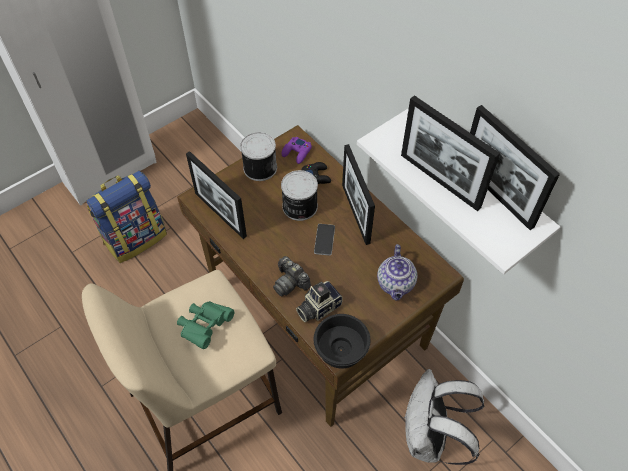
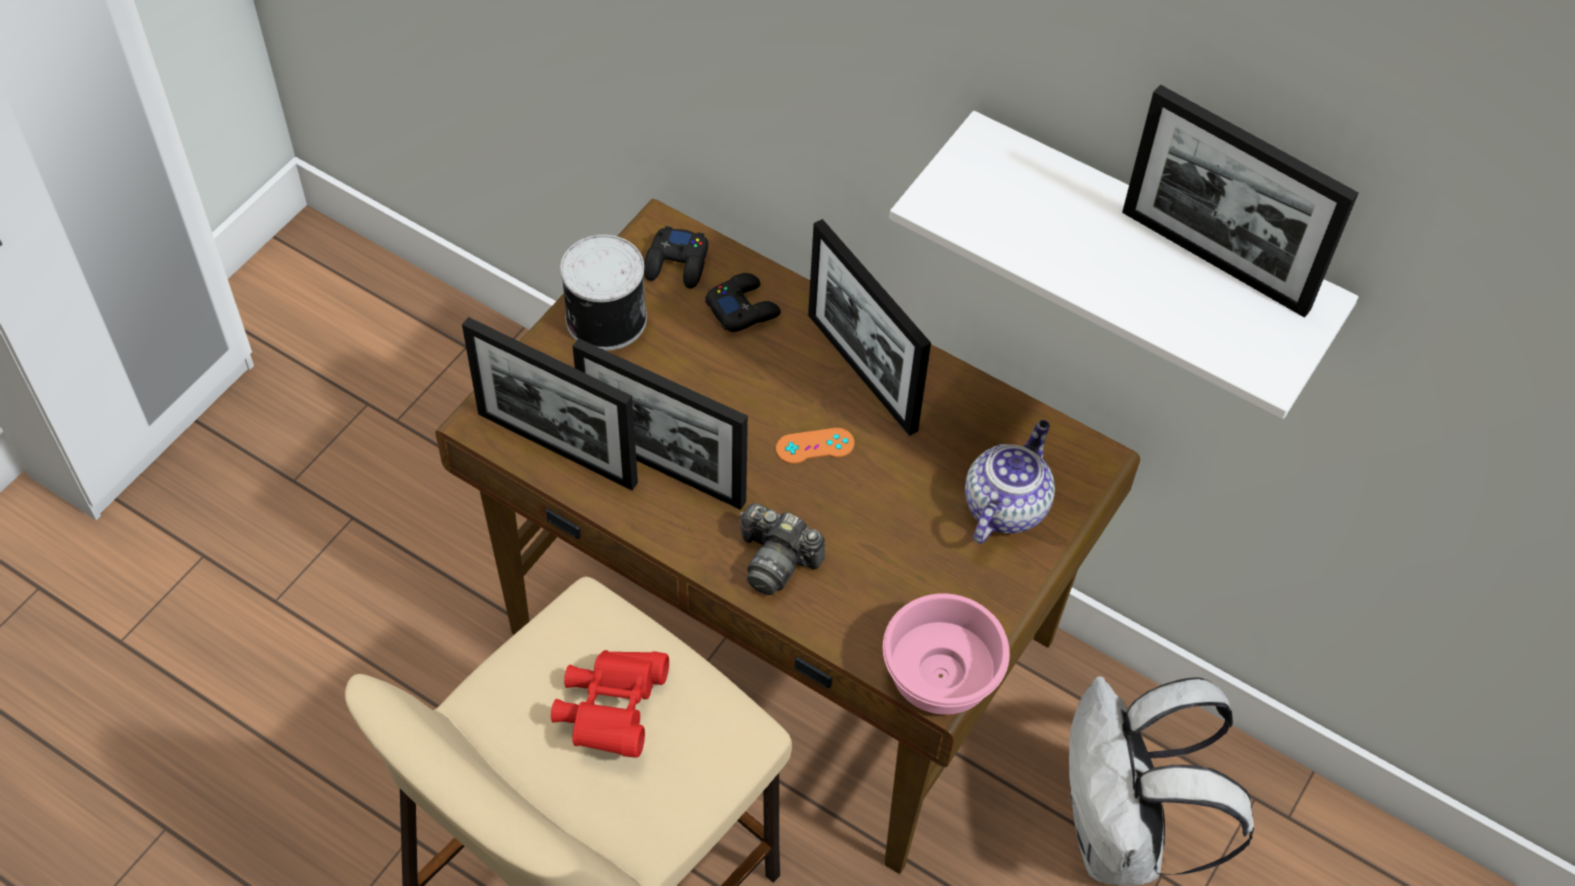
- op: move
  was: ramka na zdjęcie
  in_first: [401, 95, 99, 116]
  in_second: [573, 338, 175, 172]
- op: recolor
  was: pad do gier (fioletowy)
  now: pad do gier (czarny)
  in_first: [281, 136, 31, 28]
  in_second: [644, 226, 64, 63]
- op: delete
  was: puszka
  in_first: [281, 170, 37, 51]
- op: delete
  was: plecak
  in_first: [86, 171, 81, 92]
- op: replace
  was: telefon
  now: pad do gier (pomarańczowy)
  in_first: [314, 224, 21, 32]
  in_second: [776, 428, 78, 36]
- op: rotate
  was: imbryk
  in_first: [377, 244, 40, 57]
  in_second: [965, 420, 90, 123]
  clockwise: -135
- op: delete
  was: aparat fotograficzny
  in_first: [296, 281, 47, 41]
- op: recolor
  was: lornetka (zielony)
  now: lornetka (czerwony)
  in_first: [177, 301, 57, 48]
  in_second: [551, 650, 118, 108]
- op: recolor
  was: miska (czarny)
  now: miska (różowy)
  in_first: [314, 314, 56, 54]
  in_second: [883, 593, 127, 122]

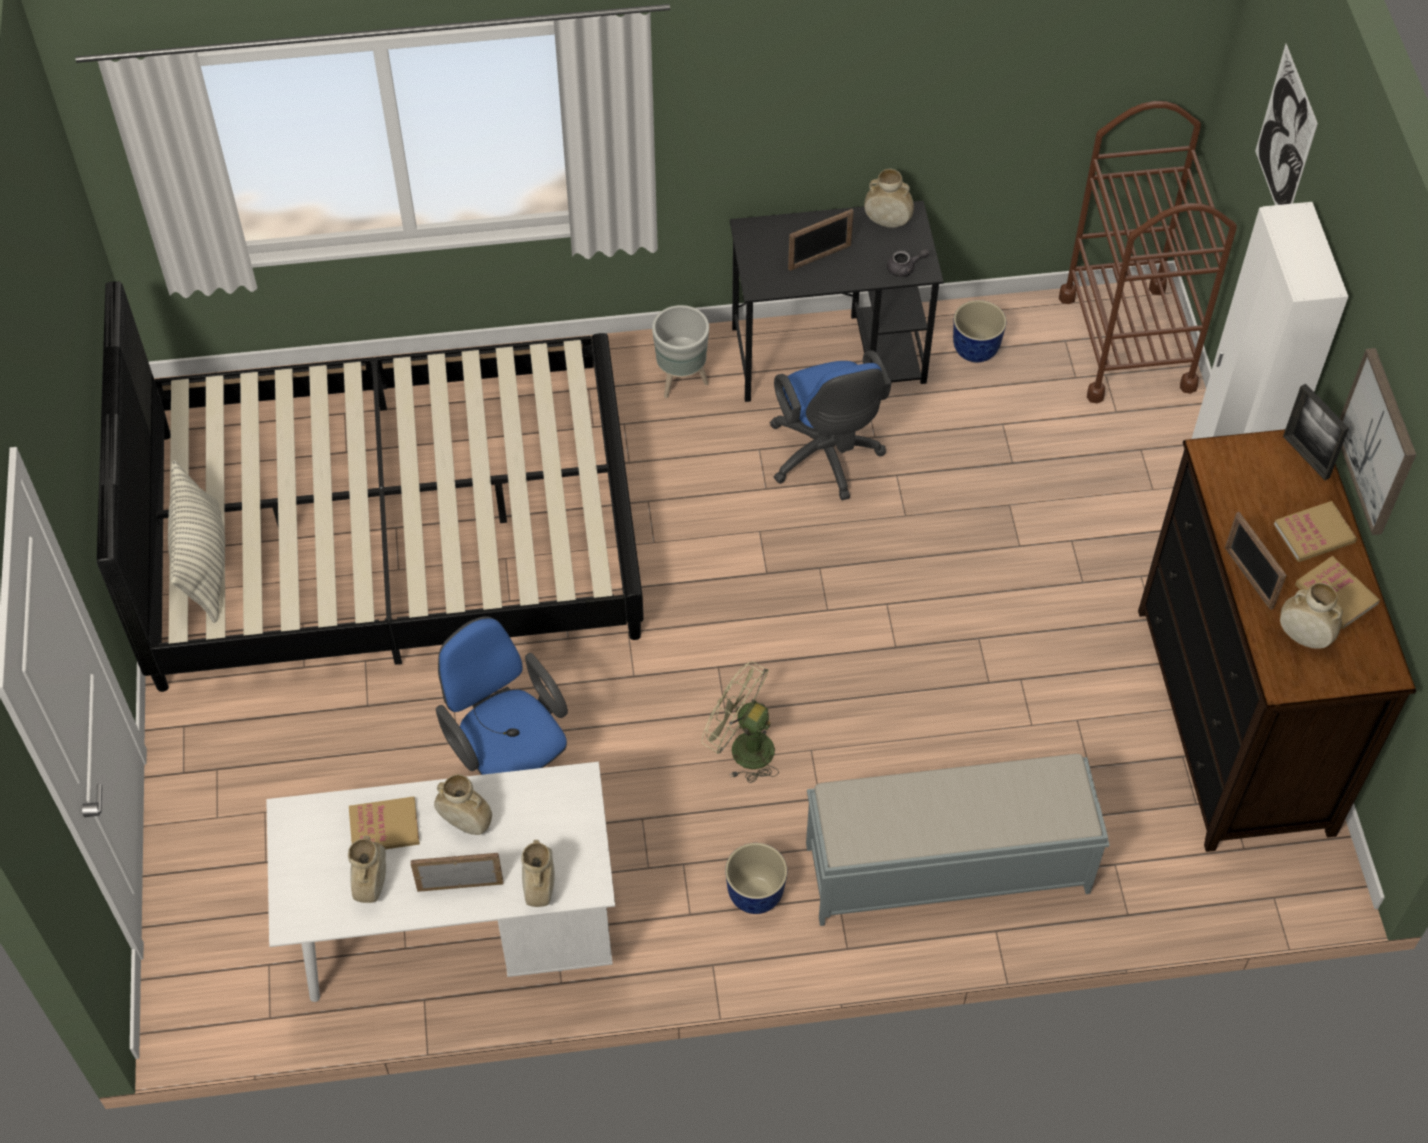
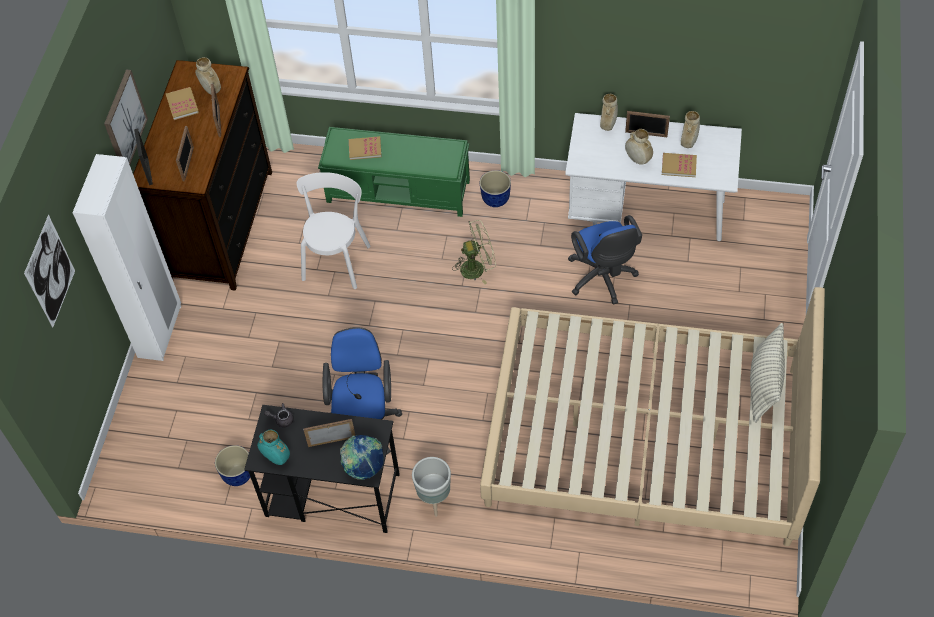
- op: delete
  was: wózek (brązowy)
  in_first: [1059, 101, 178, 302]
- op: recolor
  was: wazon (beżowy)
  now: wazon (turkusowy)
  in_first: [864, 169, 50, 59]
  in_second: [257, 430, 33, 35]
- op: recolor
  was: łóżko (czarny)
  now: łóżko (beżowy)
  in_first: [97, 281, 547, 411]
  in_second: [480, 287, 345, 259]
- op: move
  was: książka
  in_first: [1274, 501, 83, 61]
  in_second: [349, 136, 33, 24]
- op: rotate
  was: wentylator (zielony)
  in_first: [701, 661, 78, 122]
  in_second: [452, 220, 44, 64]
  clockwise: -60
- op: recolor
  was: ławka (szary)
  now: ławka (zielony)
  in_first: [806, 754, 303, 172]
  in_second: [318, 127, 152, 90]
- op: insert
  now: ramka na zdjęcie
  in_second: [176, 126, 18, 55]
- op: insert
  now: krzesło (biały)
  in_second: [297, 172, 74, 117]
- op: insert
  now: globus
  in_second: [340, 435, 44, 45]

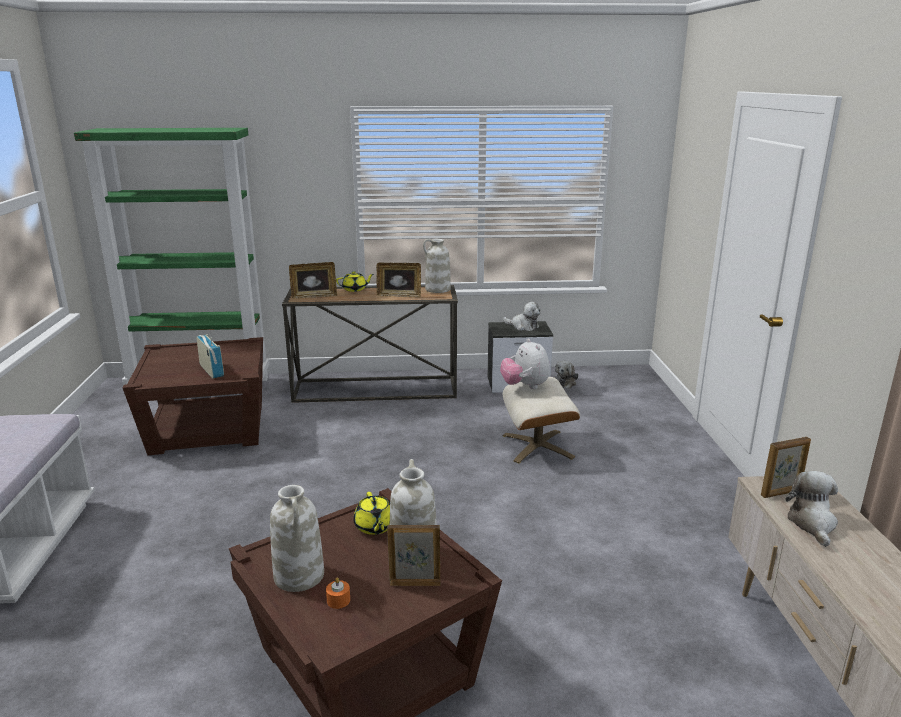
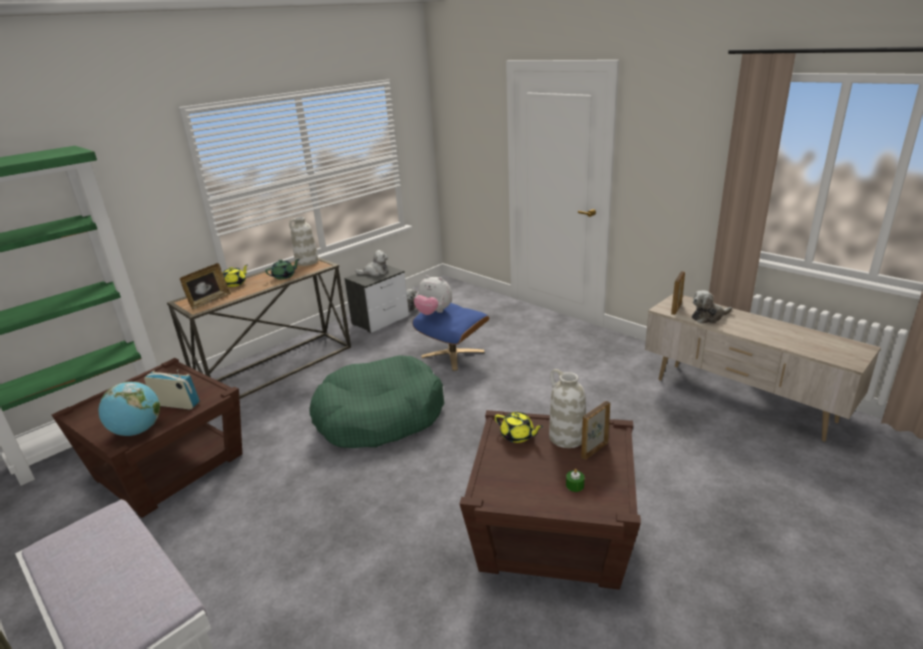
- op: replace
  was: ramka na zdjęcie
  now: imbryk (zielony)
  in_first: [376, 263, 45, 35]
  in_second: [265, 259, 34, 20]
- op: recolor
  was: pufa (beżowy)
  now: pufa (niebieski)
  in_first: [503, 377, 77, 86]
  in_second: [412, 303, 77, 68]
- op: rotate
  was: pluszak
  in_first: [786, 471, 52, 76]
  in_second: [692, 290, 40, 33]
  clockwise: -75
- op: delete
  was: wazon (biały)
  in_first: [270, 485, 54, 107]
- op: recolor
  was: świeca (pomarańczowy)
  now: świeca (zielony)
  in_first: [326, 577, 24, 32]
  in_second: [566, 469, 19, 23]
- op: insert
  now: legowisko (zielony)
  in_second: [309, 355, 135, 93]
- op: insert
  now: globus
  in_second: [98, 382, 62, 54]

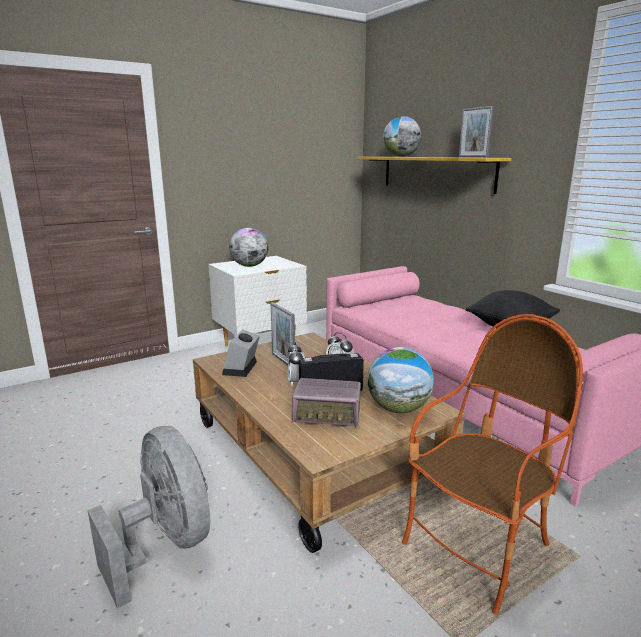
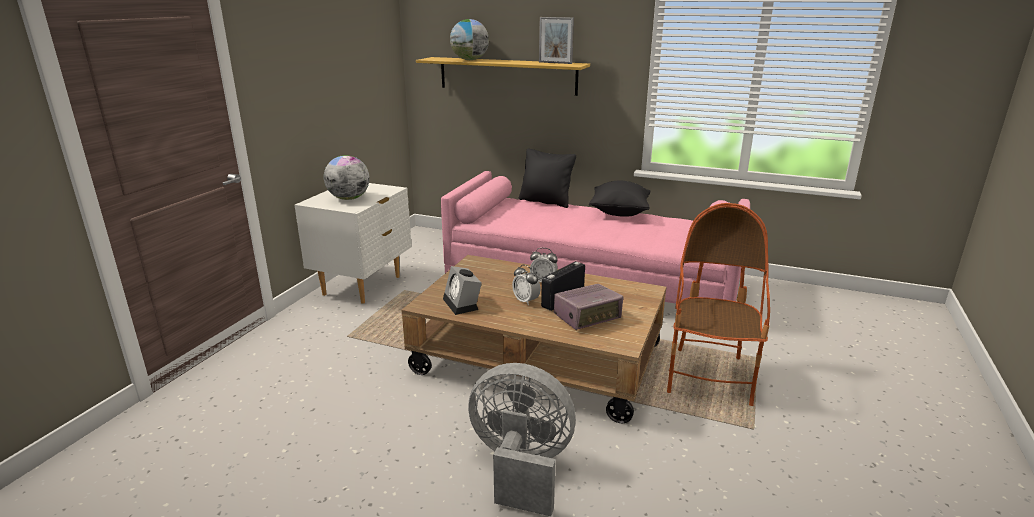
- op: delete
  was: ramka na zdjęcie
  in_first: [271, 302, 24, 63]
- op: delete
  was: globus
  in_first: [367, 347, 67, 66]
- op: insert
  now: poduszka (czarny)
  in_second: [519, 148, 57, 60]

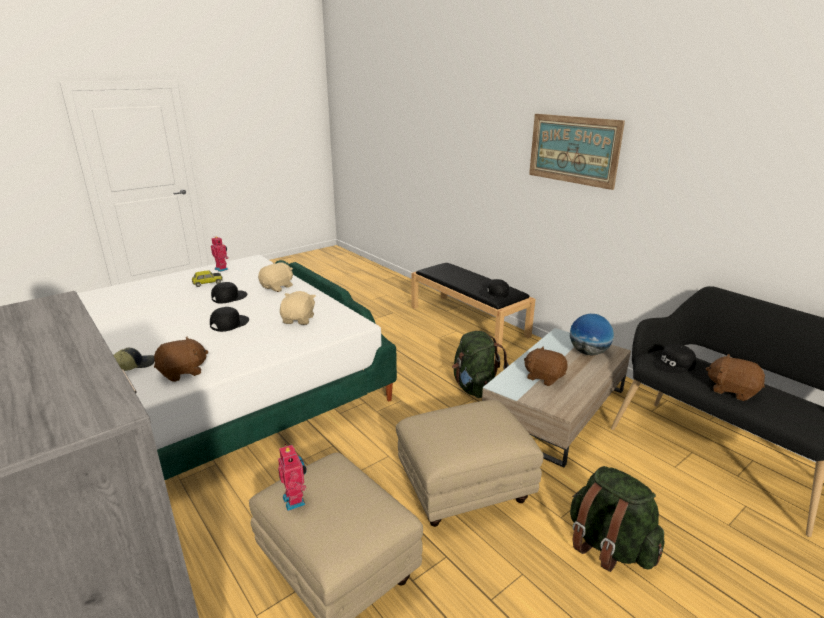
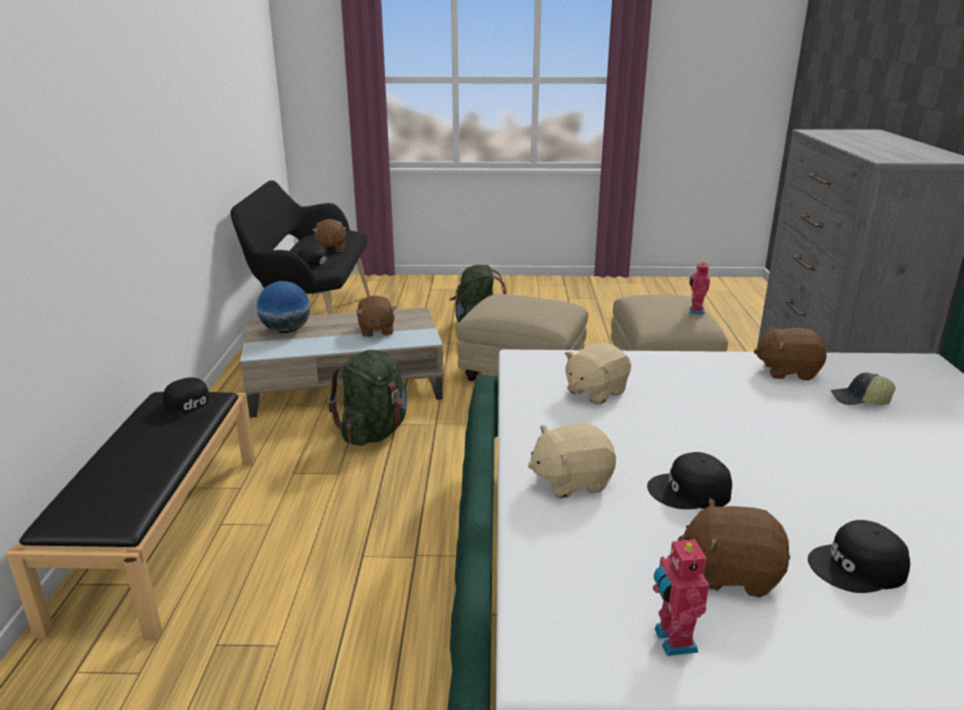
- op: delete
  was: obraz
  in_first: [529, 114, 96, 76]
- op: replace
  was: samochodzik
  now: pluszak (brązowy)
  in_first: [192, 270, 31, 17]
  in_second: [678, 498, 112, 100]
- op: move
  was: czapka z daszkiem (czarny)
  in_first: [210, 307, 39, 25]
  in_second: [808, 520, 102, 73]

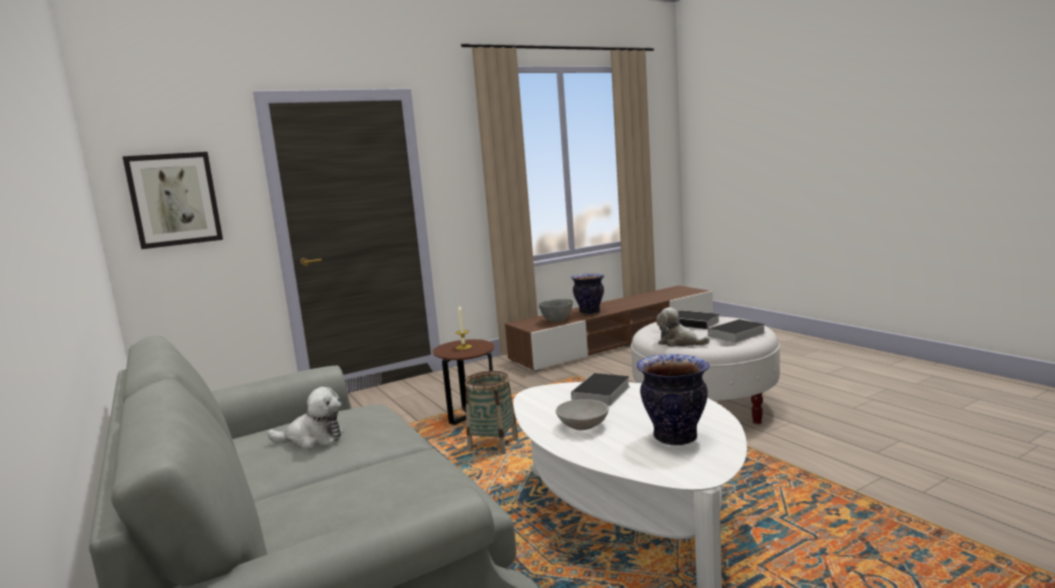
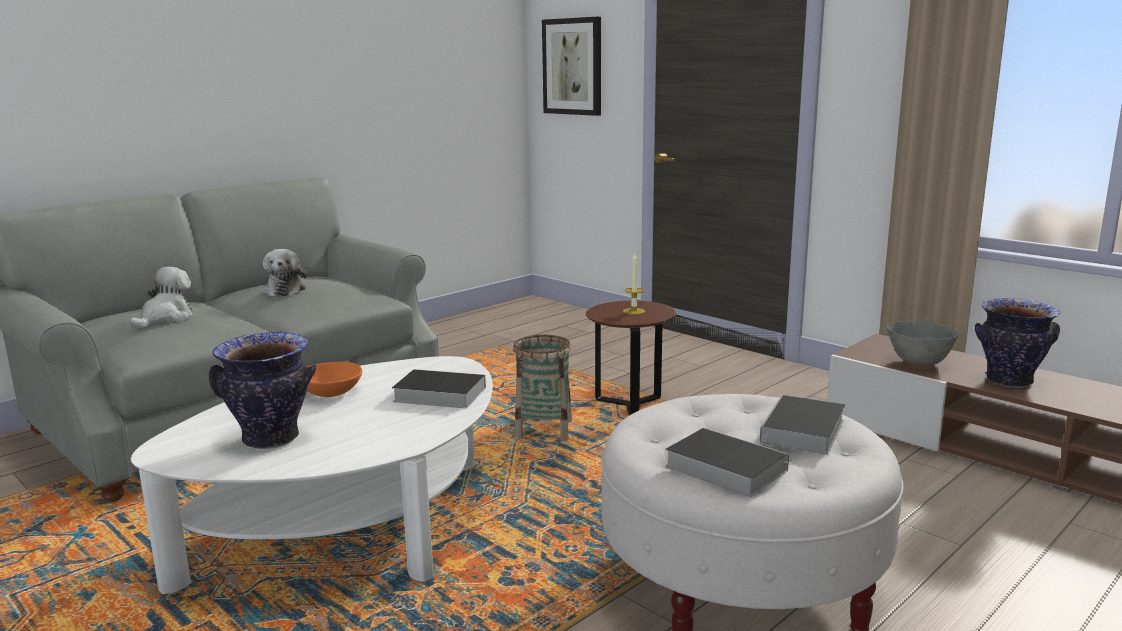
- op: move
  was: pluszak
  in_first: [656, 307, 54, 40]
  in_second: [129, 267, 64, 62]
- op: recolor
  was: miska (szary)
  now: miska (pomarańczowy)
  in_first: [556, 399, 53, 31]
  in_second: [307, 362, 55, 35]

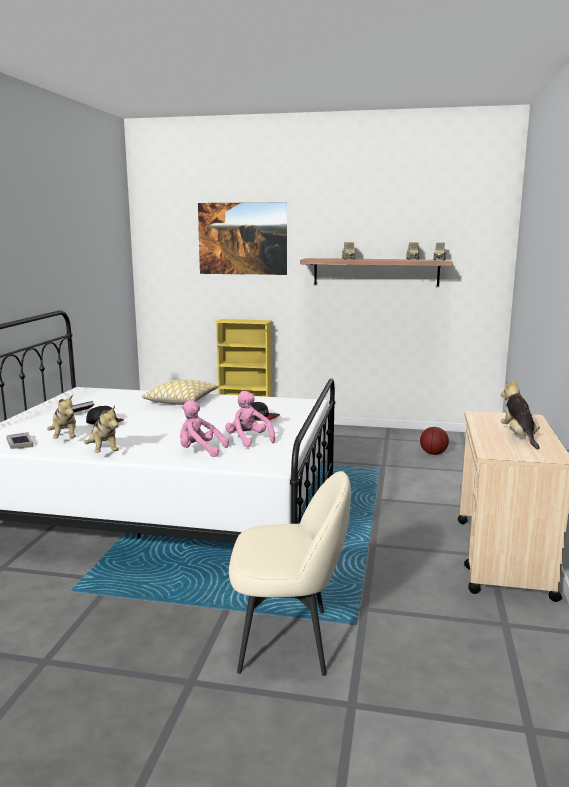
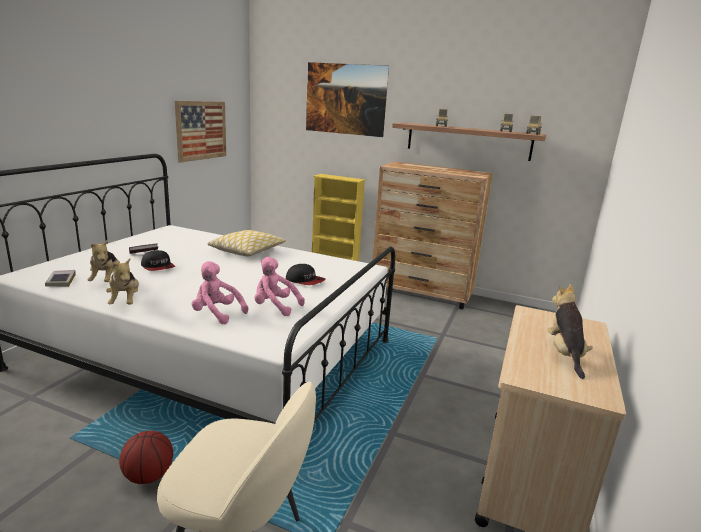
- op: rotate
  was: pluszak (różowy)
  in_first: [225, 391, 50, 56]
  in_second: [254, 257, 51, 59]
  clockwise: -45
- op: move
  was: piłka do koszykówki
  in_first: [420, 427, 29, 28]
  in_second: [119, 431, 54, 53]
- op: insert
  now: obraz
  in_second: [175, 101, 51, 62]
- op: insert
  now: komoda (brązowy)
  in_second: [372, 162, 121, 147]

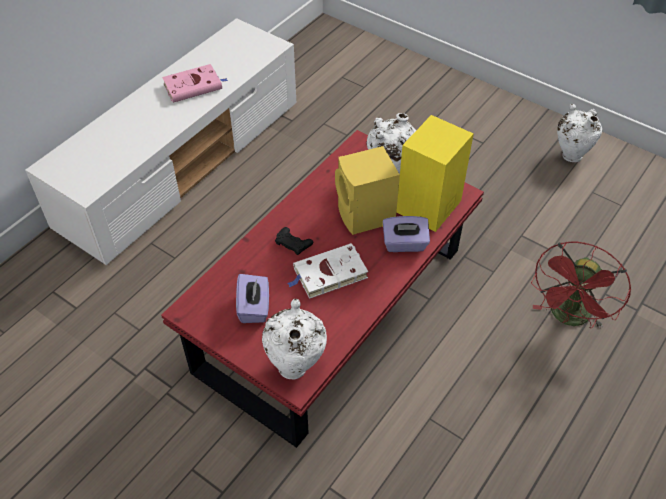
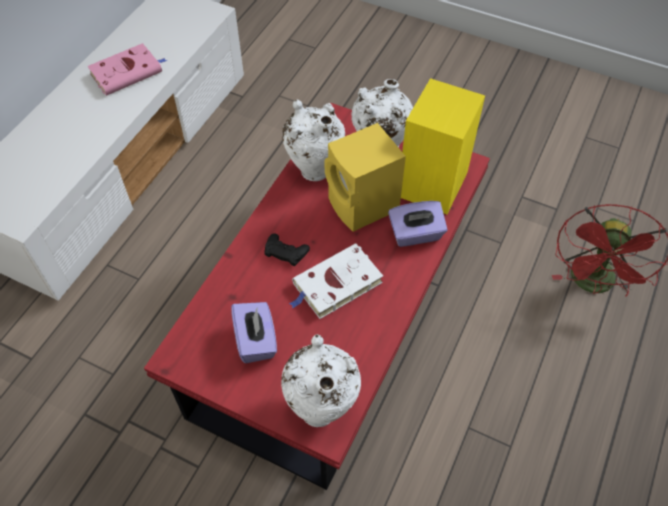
- op: move
  was: wazon (biały)
  in_first: [557, 104, 45, 58]
  in_second: [282, 100, 63, 81]

